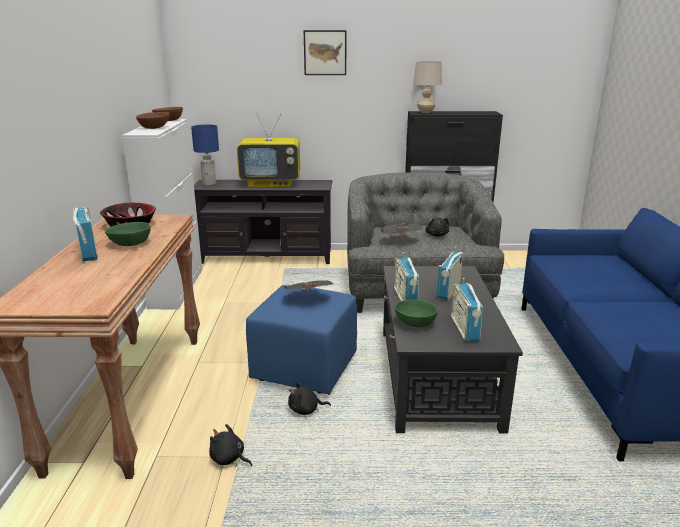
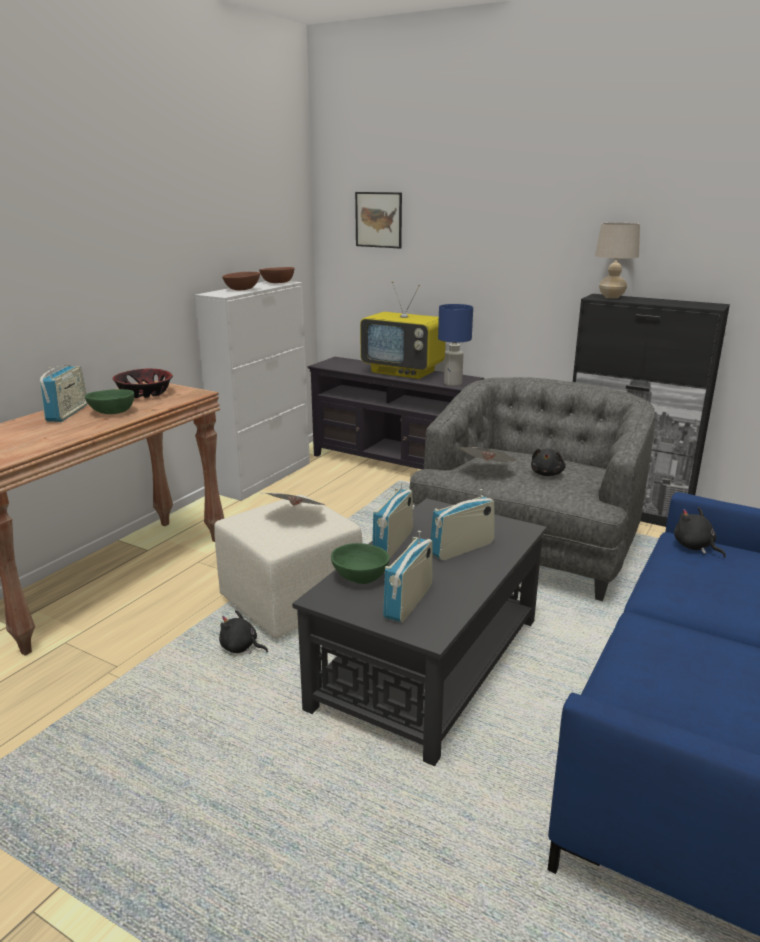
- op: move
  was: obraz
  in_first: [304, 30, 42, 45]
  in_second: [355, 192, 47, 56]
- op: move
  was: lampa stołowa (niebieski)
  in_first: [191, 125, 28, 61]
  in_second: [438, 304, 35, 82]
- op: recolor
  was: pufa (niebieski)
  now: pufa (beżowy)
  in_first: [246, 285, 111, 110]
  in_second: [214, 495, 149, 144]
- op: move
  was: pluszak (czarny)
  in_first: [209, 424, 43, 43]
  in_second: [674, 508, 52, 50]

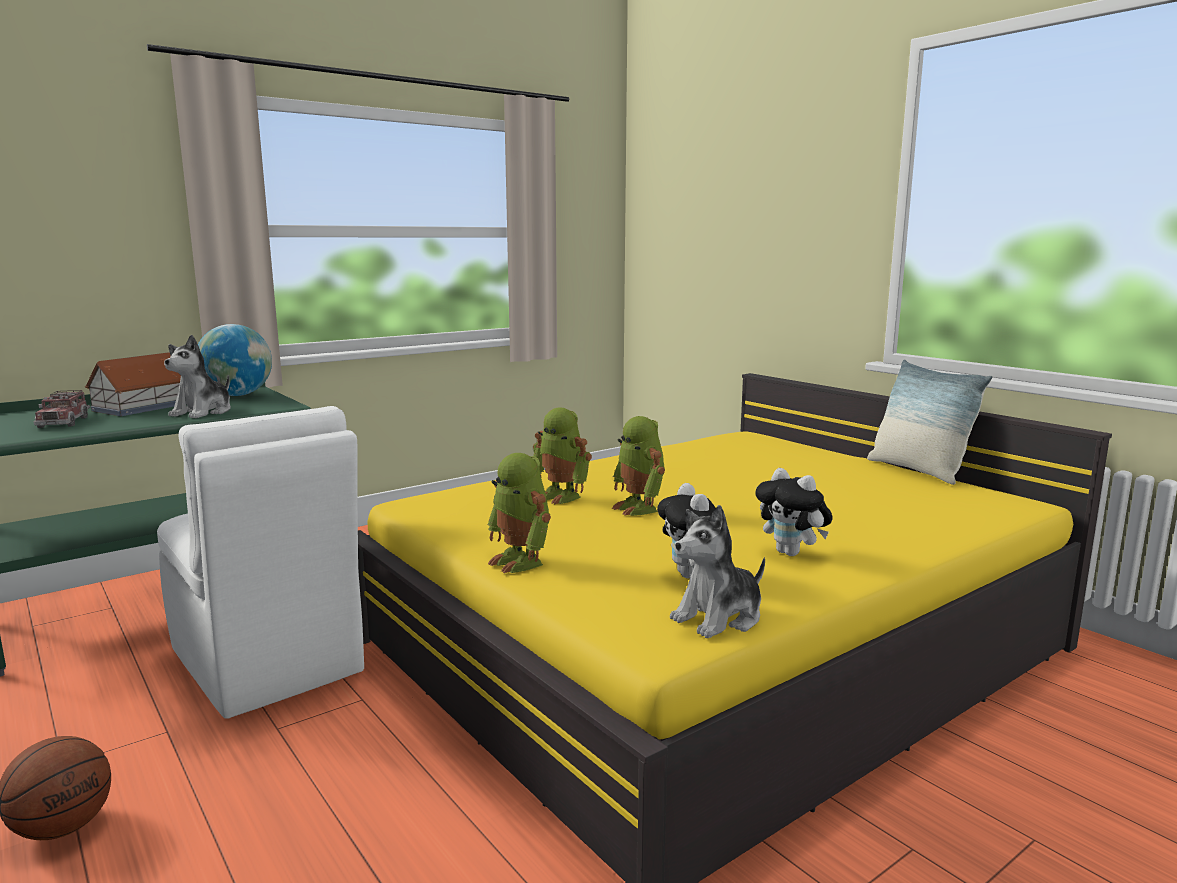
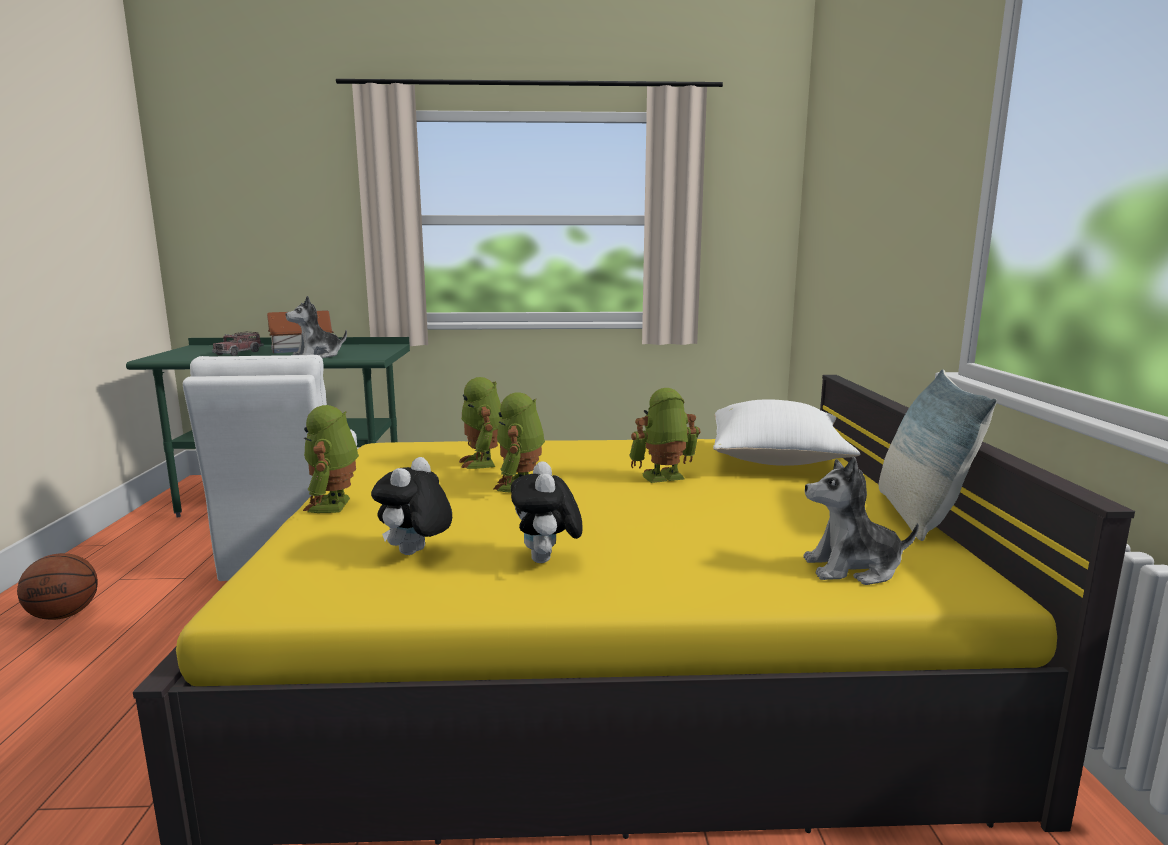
- op: delete
  was: globus
  in_first: [198, 324, 74, 72]
- op: move
  was: pluszak
  in_first: [670, 505, 95, 133]
  in_second: [803, 457, 116, 128]
- op: insert
  now: robot zabawkowy
  in_second: [629, 388, 71, 95]
- op: insert
  now: poduszka (biały)
  in_second: [713, 399, 147, 67]

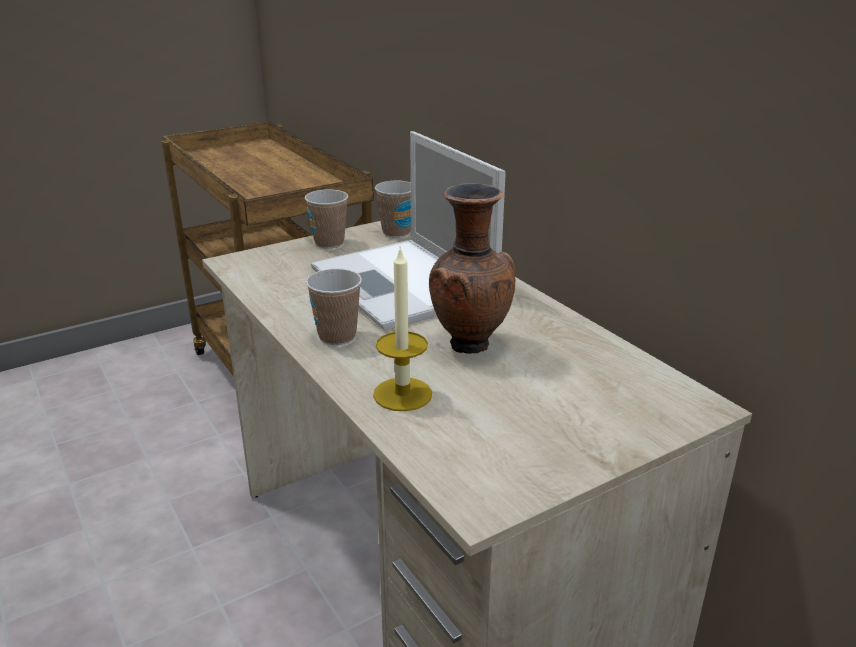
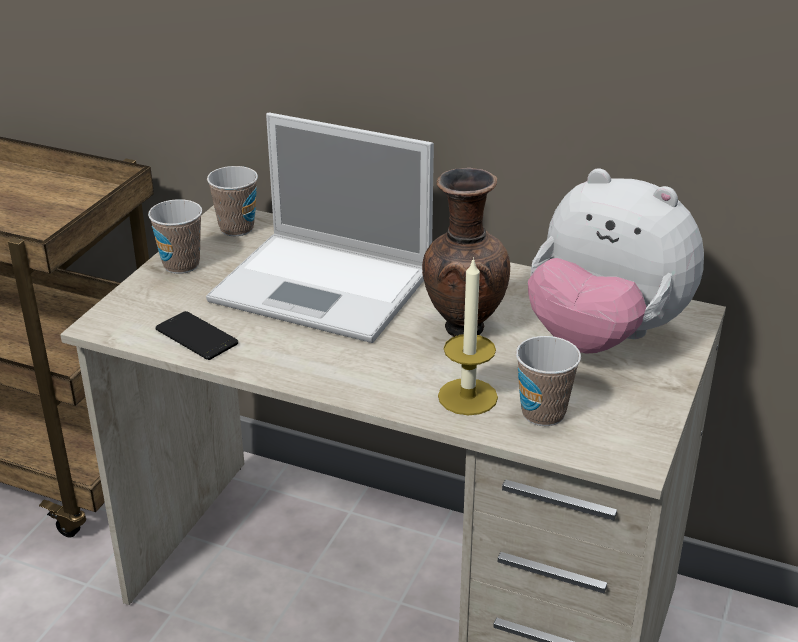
- op: move
  was: filiżanka
  in_first: [306, 269, 56, 76]
  in_second: [516, 336, 65, 90]
- op: insert
  now: pluszak
  in_second: [528, 169, 176, 185]
- op: insert
  now: telefon
  in_second: [155, 311, 83, 49]

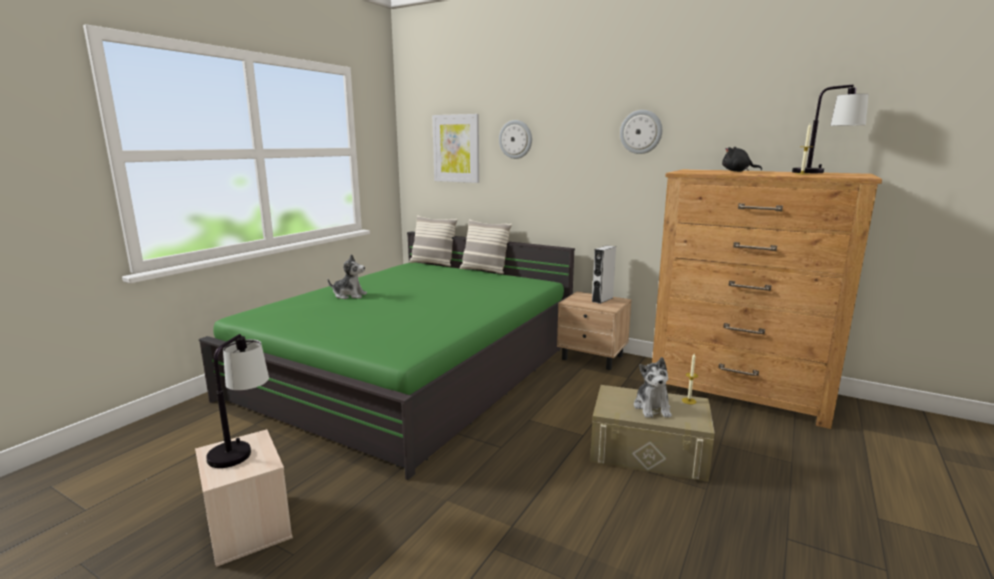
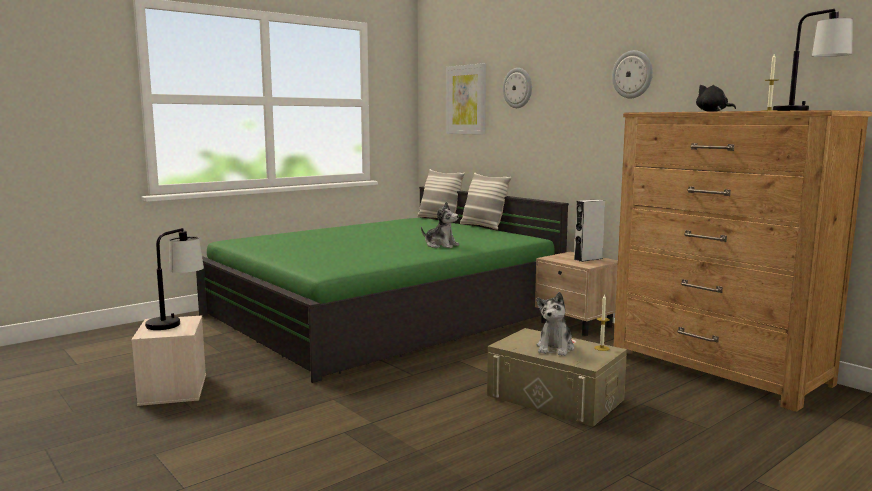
- op: move
  was: pluszak
  in_first: [328, 254, 39, 45]
  in_second: [421, 202, 38, 46]

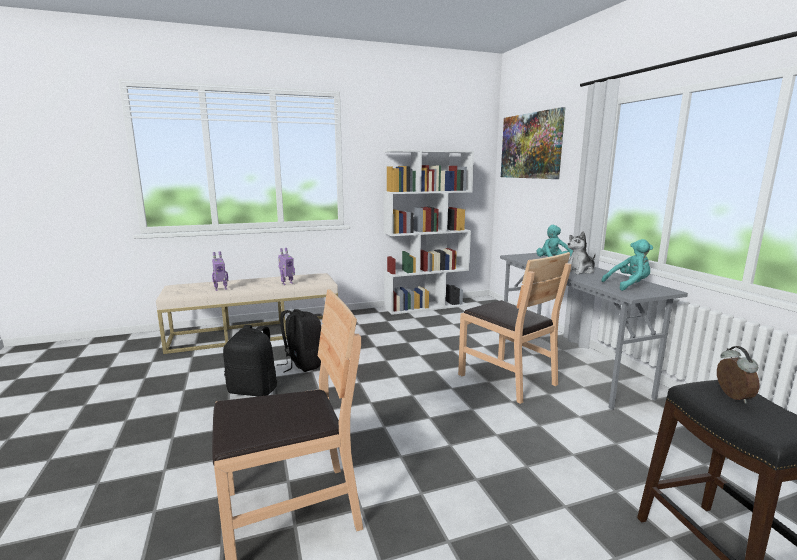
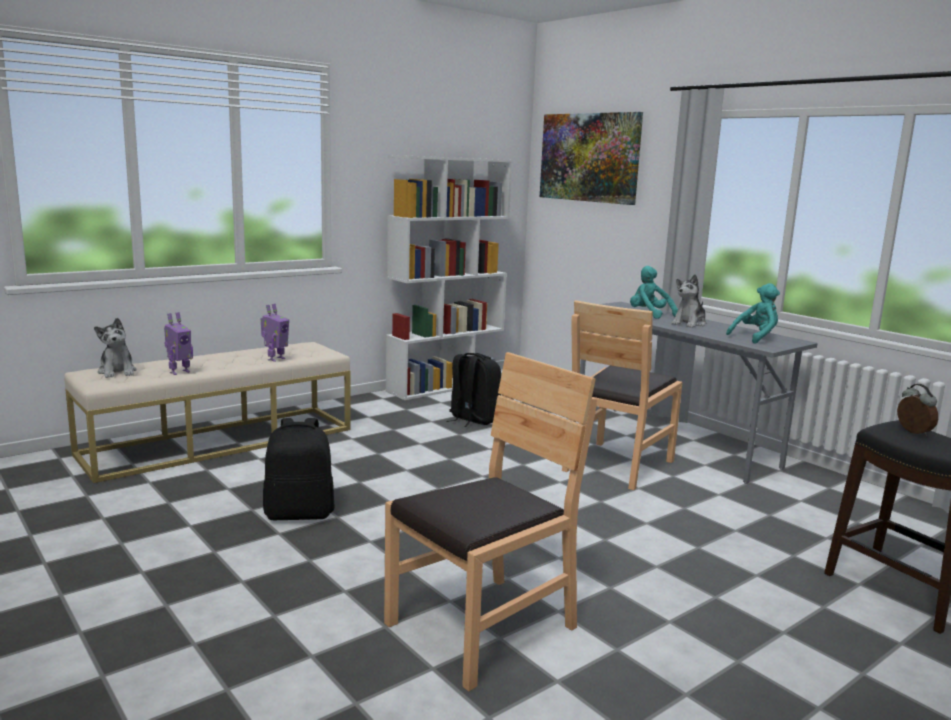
- op: rotate
  was: krzesło (brązowy)
  in_first: [458, 252, 113, 152]
  in_second: [562, 300, 121, 190]
  clockwise: 90
- op: move
  was: plecak (czarny)
  in_first: [277, 309, 44, 64]
  in_second: [446, 353, 55, 74]
- op: insert
  now: pluszak
  in_second: [94, 318, 43, 60]

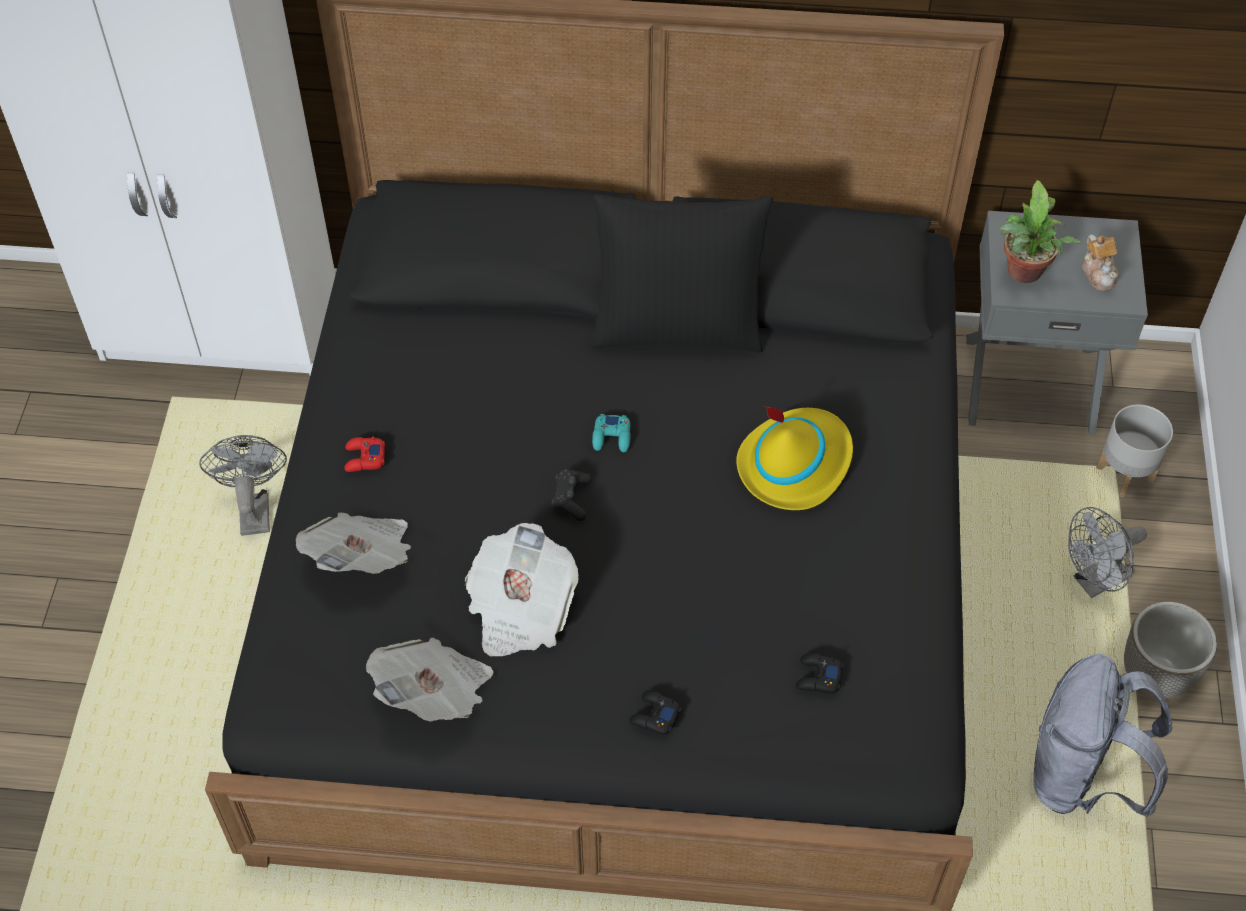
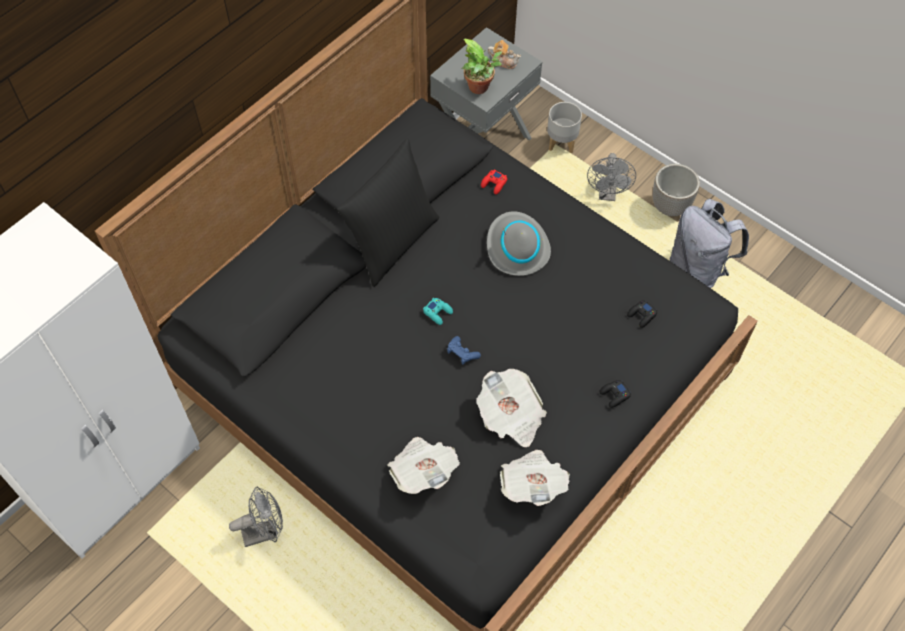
- op: recolor
  was: kapelusz (żółty)
  now: kapelusz (szary)
  in_first: [736, 406, 117, 104]
  in_second: [487, 211, 64, 65]
- op: rotate
  was: wentylator (szary)
  in_first: [199, 435, 88, 101]
  in_second: [229, 486, 54, 61]
  clockwise: 135
- op: move
  was: pad do gier (czerwony)
  in_first: [344, 436, 41, 36]
  in_second: [481, 170, 26, 24]
- op: recolor
  was: pad do gier (czarny)
  now: pad do gier (niebieski)
  in_first: [552, 469, 40, 52]
  in_second: [447, 336, 34, 29]

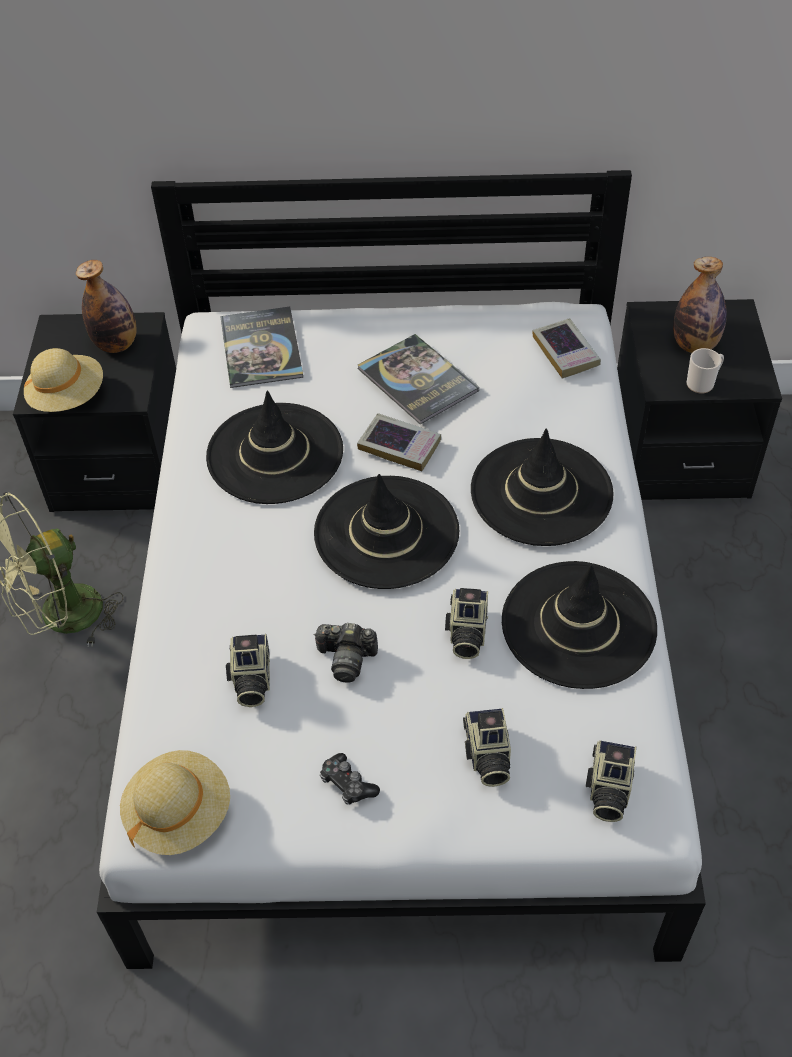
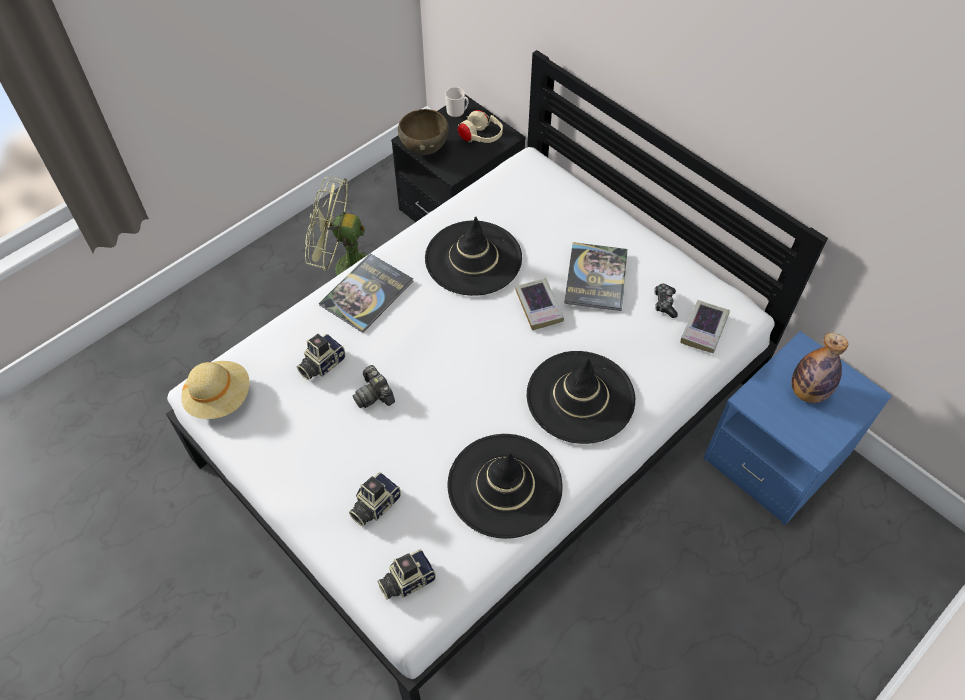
- op: replace
  was: butelka
  now: słuchawki (beżowy)
  in_first: [76, 260, 61, 93]
  in_second: [458, 110, 45, 33]
- op: recolor
  was: szafka nocna (czarny)
  now: szafka nocna (niebieski)
  in_first: [617, 299, 165, 201]
  in_second: [703, 331, 189, 194]
- op: move
  was: książka
  in_first: [220, 307, 84, 81]
  in_second: [319, 253, 94, 80]
- op: replace
  was: kapelusz (beżowy)
  now: miska (brązowy)
  in_first: [24, 348, 79, 64]
  in_second: [398, 109, 51, 46]
- op: move
  was: kubek
  in_first: [686, 348, 38, 45]
  in_second: [445, 87, 24, 30]
- op: delete
  was: kapelusz (czarny)
  in_first: [314, 474, 145, 115]
- op: delete
  was: aparat fotograficzny
  in_first: [445, 588, 43, 71]
- op: move
  was: pad do gier
  in_first: [320, 753, 60, 52]
  in_second: [654, 284, 24, 34]

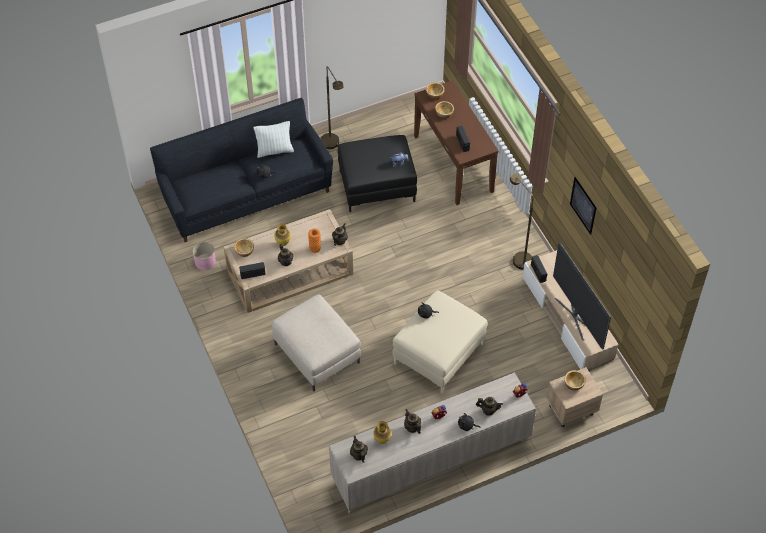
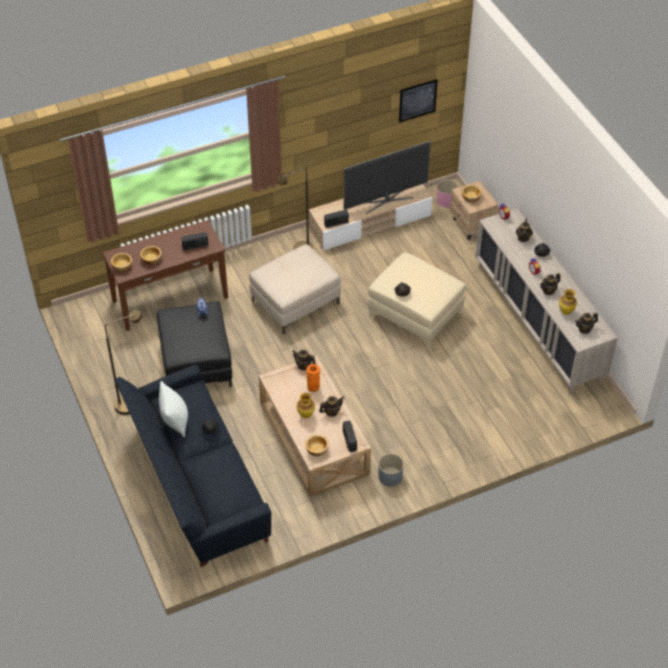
- op: move
  was: obraz
  in_first: [570, 177, 26, 58]
  in_second: [399, 79, 39, 43]
- op: move
  was: donica (różowy)
  in_first: [192, 242, 24, 28]
  in_second: [437, 180, 21, 27]
- op: move
  was: pufa (beżowy)
  in_first: [272, 294, 89, 98]
  in_second: [249, 244, 92, 90]
- op: insert
  now: donica (szary)
  in_second: [378, 454, 26, 33]

